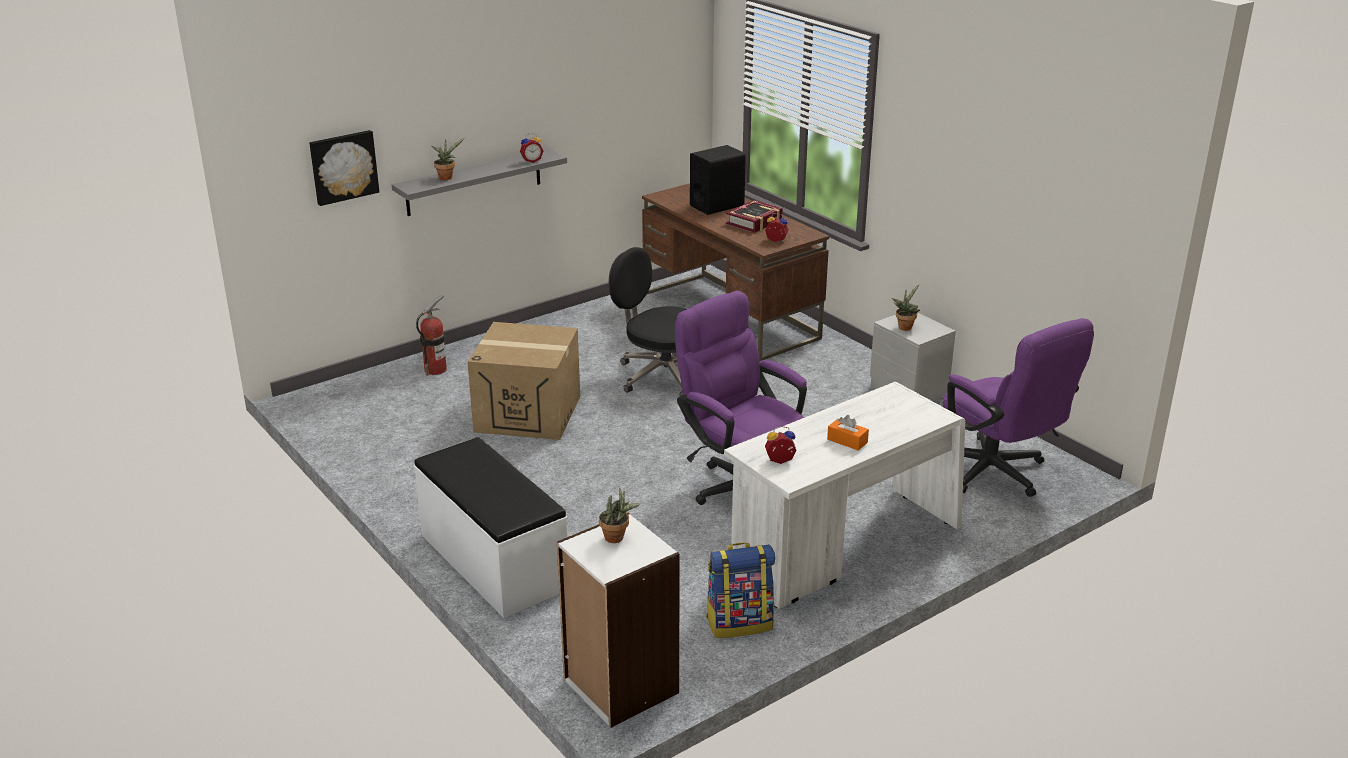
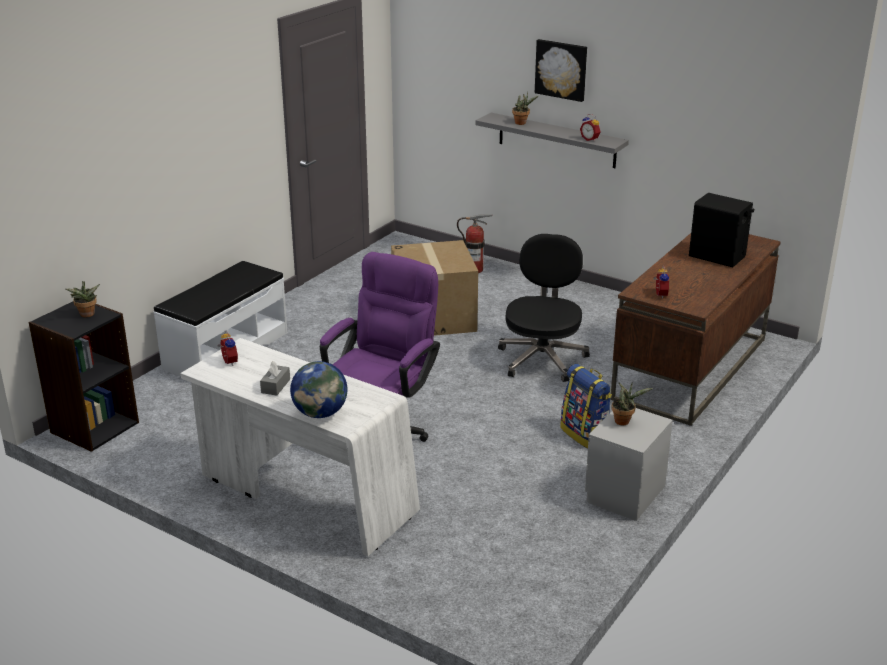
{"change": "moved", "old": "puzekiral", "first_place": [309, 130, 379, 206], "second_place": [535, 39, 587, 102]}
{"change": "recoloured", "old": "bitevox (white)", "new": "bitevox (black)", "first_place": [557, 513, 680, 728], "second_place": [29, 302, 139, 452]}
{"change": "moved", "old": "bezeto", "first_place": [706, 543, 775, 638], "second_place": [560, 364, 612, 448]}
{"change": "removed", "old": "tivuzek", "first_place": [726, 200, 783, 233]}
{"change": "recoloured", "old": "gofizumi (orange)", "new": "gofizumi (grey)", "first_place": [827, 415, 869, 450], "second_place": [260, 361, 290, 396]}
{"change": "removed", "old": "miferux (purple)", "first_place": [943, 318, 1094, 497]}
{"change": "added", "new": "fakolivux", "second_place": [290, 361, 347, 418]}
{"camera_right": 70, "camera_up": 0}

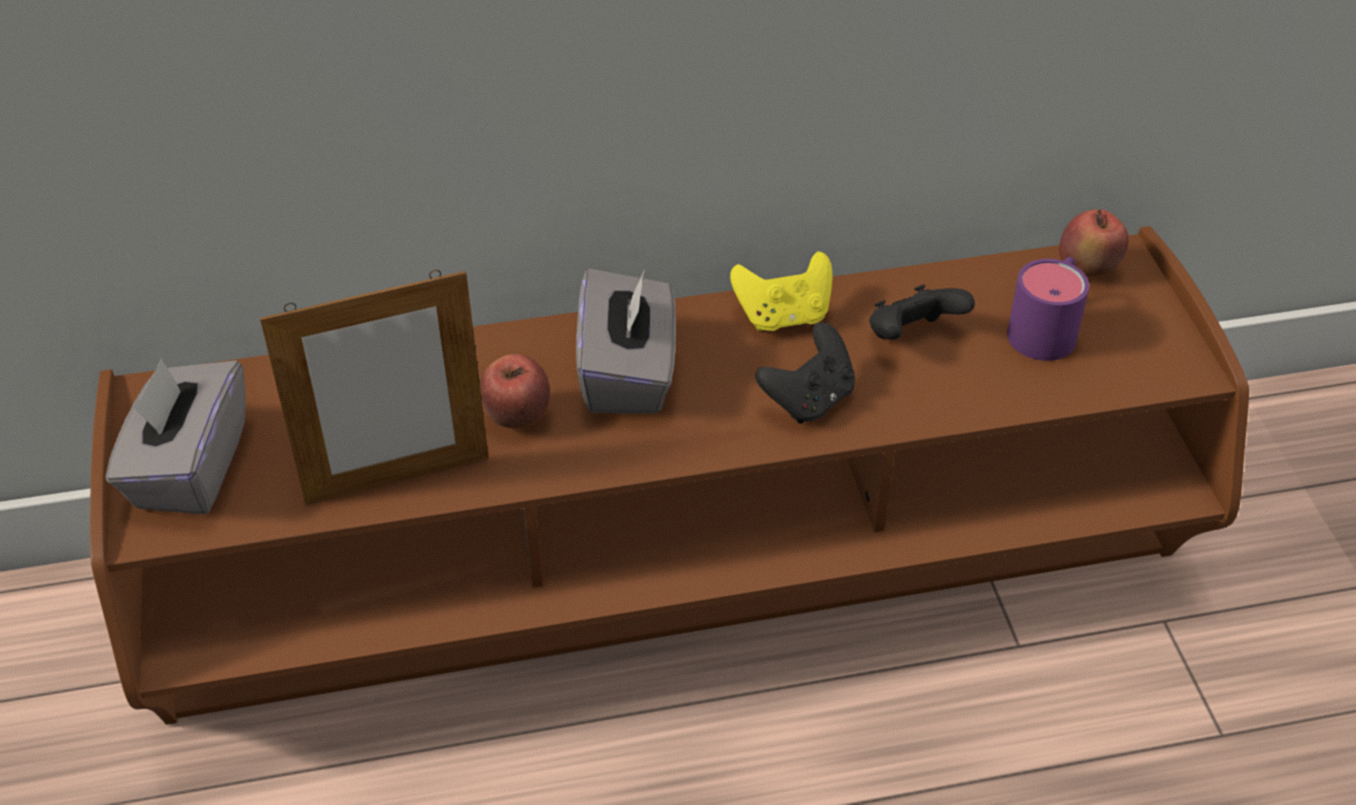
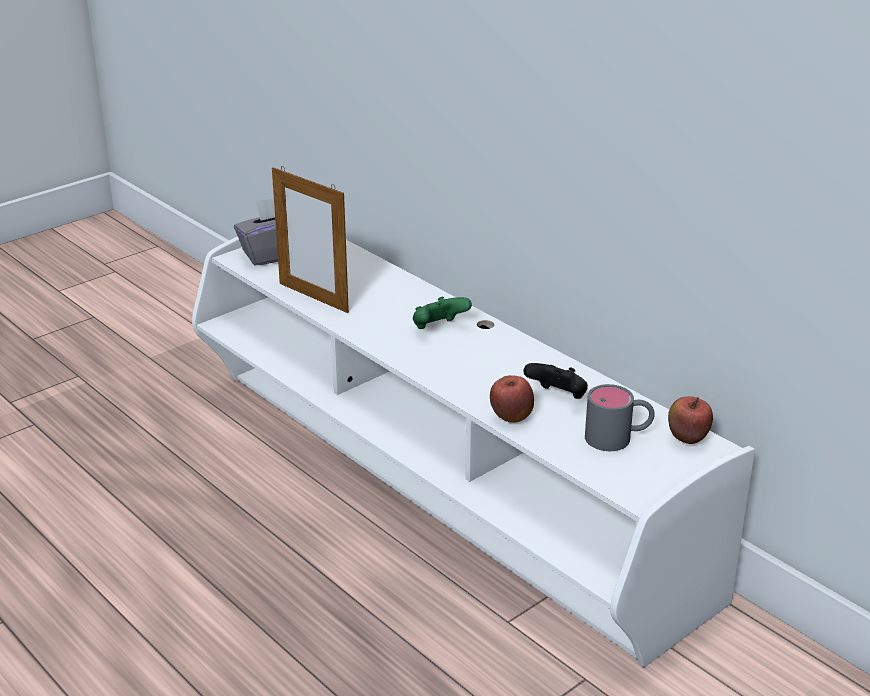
{"change": "recoloured", "old": "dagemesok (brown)", "new": "dagemesok (white)", "first_place": [90, 226, 1249, 725], "second_place": [192, 236, 755, 667]}
{"change": "moved", "old": "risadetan", "first_place": [480, 354, 550, 429], "second_place": [490, 375, 534, 423]}
{"change": "replaced", "old": "gofizumi (grey)", "new": "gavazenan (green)", "first_place": [576, 269, 676, 413], "second_place": [413, 297, 472, 329]}
{"change": "removed", "old": "gavazenan (yellow)", "first_place": [730, 251, 832, 331]}
{"change": "removed", "old": "gavazenan (black)", "first_place": [755, 322, 855, 424]}
{"change": "recoloured", "old": "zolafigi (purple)", "new": "zolafigi (grey)", "first_place": [1007, 257, 1089, 361], "second_place": [585, 384, 655, 451]}
{"camera_right": 60, "camera_up": -15}

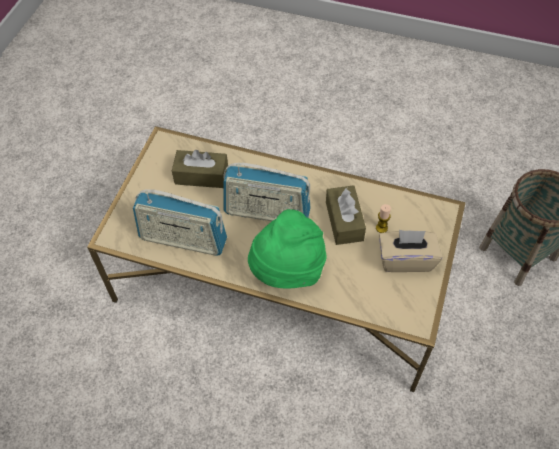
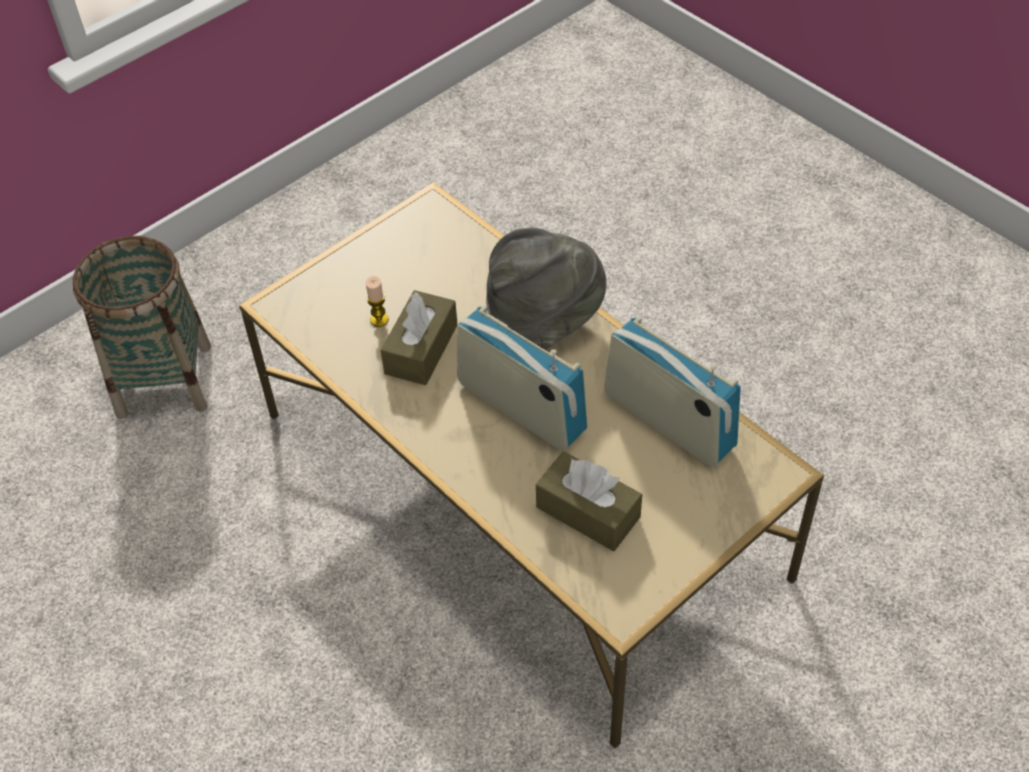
{"change": "recoloured", "old": "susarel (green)", "new": "susarel (grey)", "first_place": [248, 209, 327, 289], "second_place": [486, 228, 606, 350]}
{"change": "removed", "old": "gofizumi (beige)", "first_place": [379, 230, 442, 272]}
{"camera_right": -150, "camera_up": -5}

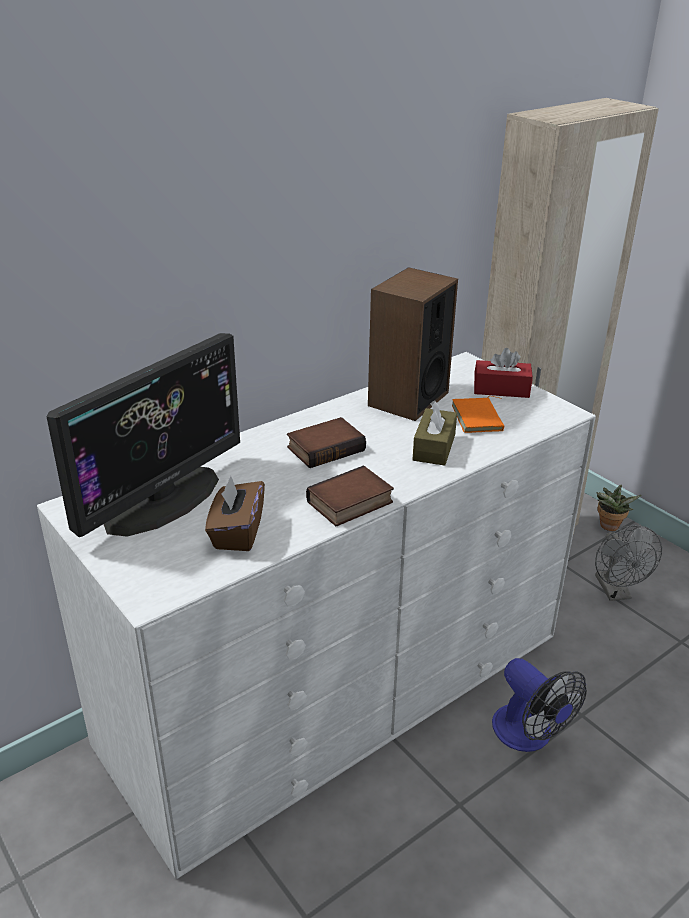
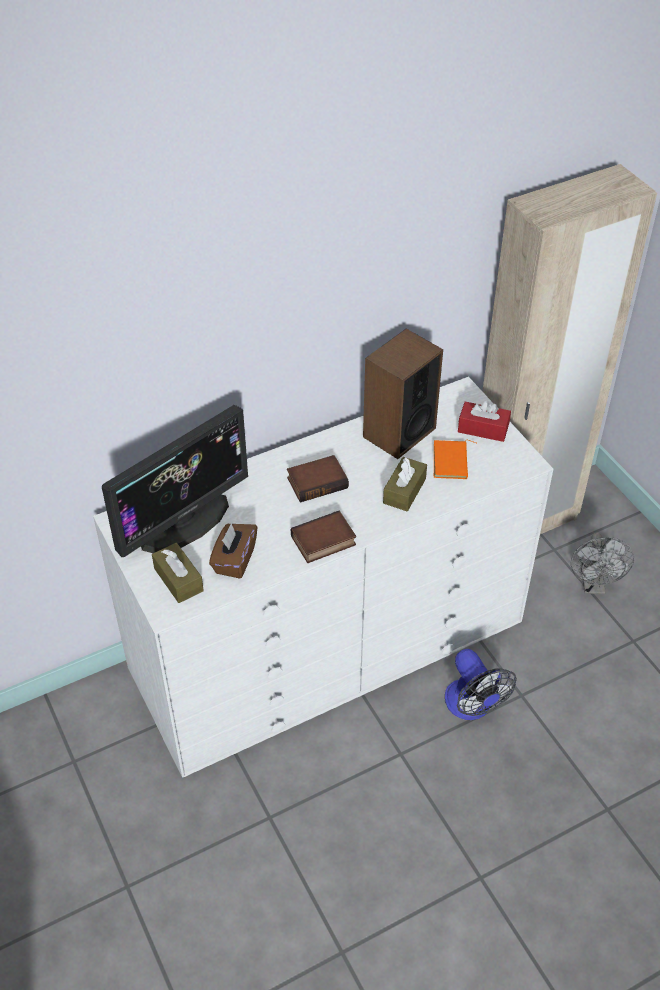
{"change": "removed", "old": "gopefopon", "first_place": [596, 485, 641, 531]}
{"change": "added", "new": "gofizumi (brown)", "second_place": [152, 543, 204, 603]}
{"camera_right": 10, "camera_up": 15}

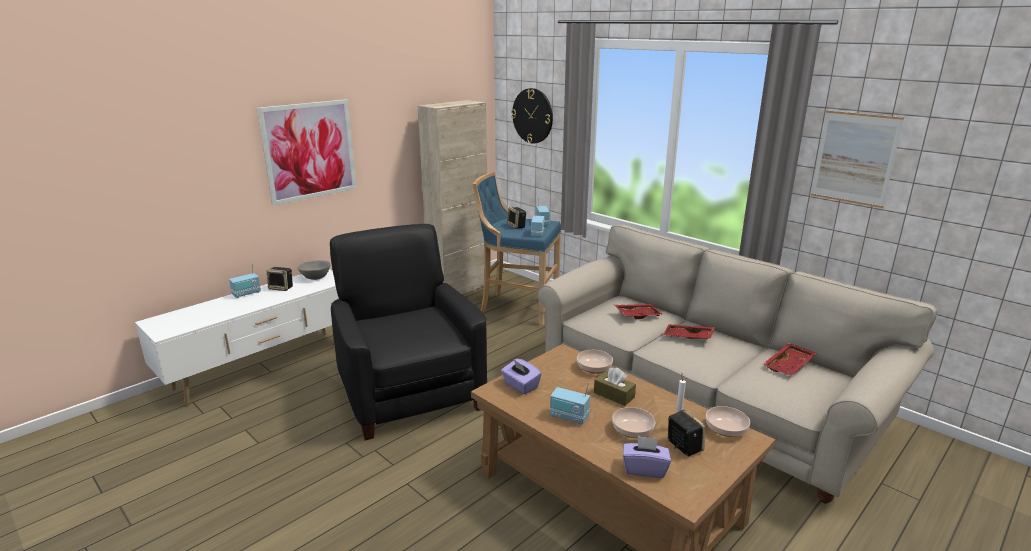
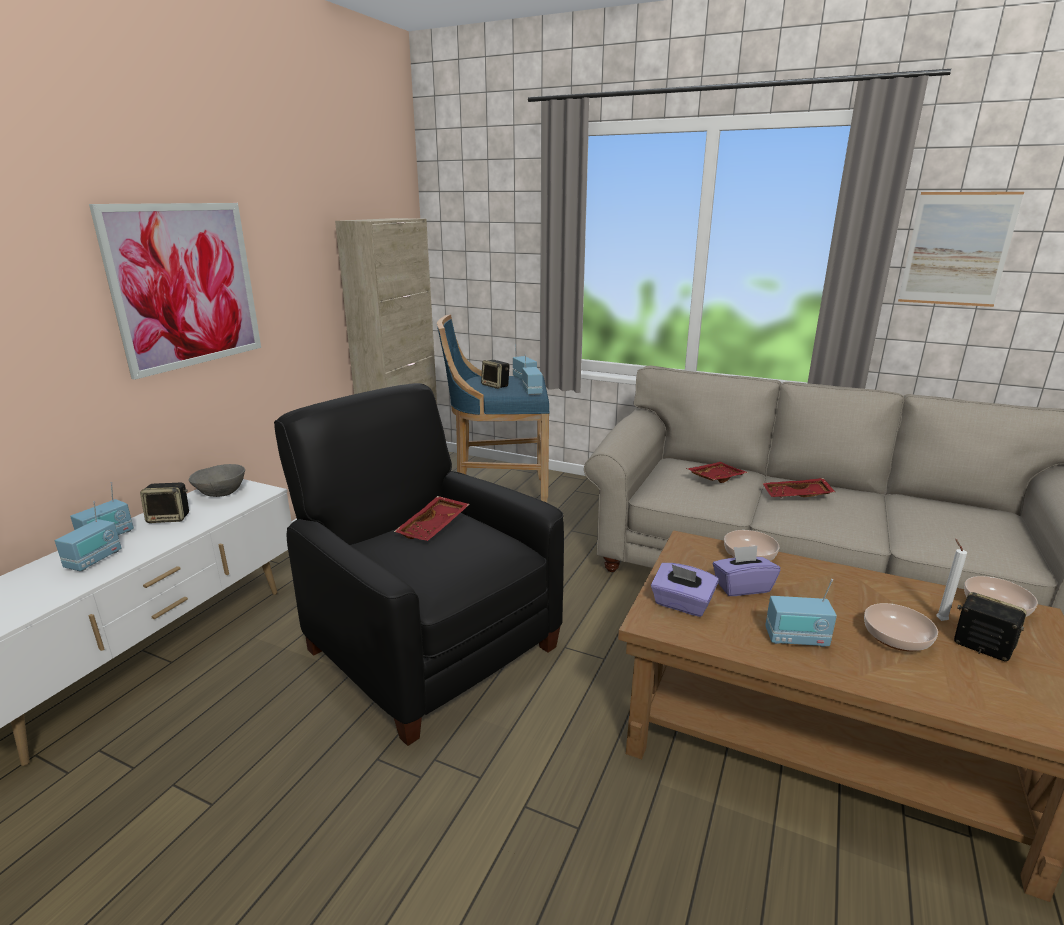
{"change": "removed", "old": "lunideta", "first_place": [511, 88, 553, 144]}
{"change": "removed", "old": "gofizumi (brown)", "first_place": [594, 367, 636, 406]}
{"change": "moved", "old": "gofizumi (purple)", "first_place": [623, 436, 671, 478], "second_place": [713, 546, 780, 596]}
{"change": "moved", "old": "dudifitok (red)", "first_place": [762, 343, 817, 375], "second_place": [394, 496, 470, 541]}
{"change": "added", "new": "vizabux", "second_place": [55, 501, 122, 571]}
{"camera_right": -20, "camera_up": 0}

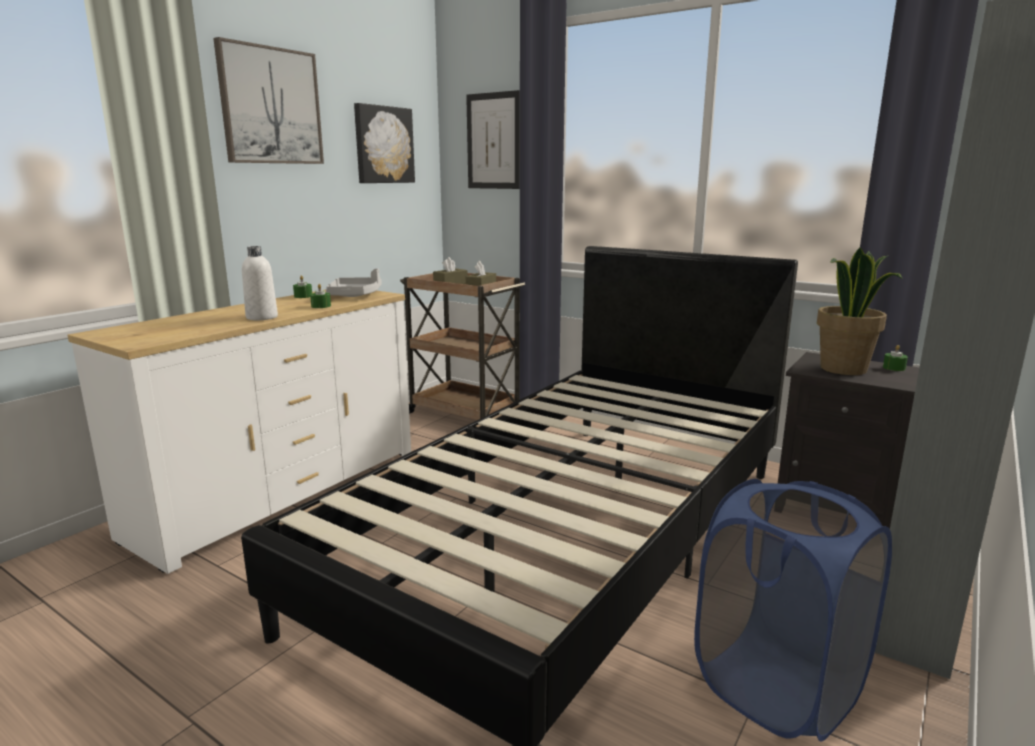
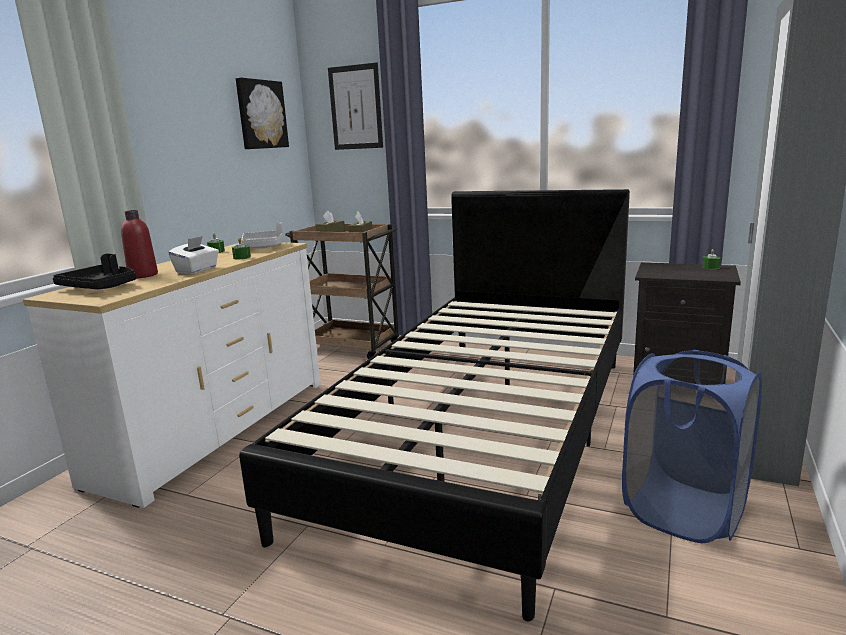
{"change": "removed", "old": "puzekiral", "first_place": [213, 37, 324, 164]}
{"change": "replaced", "old": "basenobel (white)", "new": "gofizumi (white)", "first_place": [242, 246, 278, 320], "second_place": [168, 236, 219, 274]}
{"change": "removed", "old": "gopefopon", "first_place": [817, 247, 903, 375]}
{"change": "added", "new": "dudifitok (black)", "second_place": [53, 253, 136, 289]}
{"change": "added", "new": "basenobel (red)", "second_place": [121, 210, 158, 278]}
{"camera_right": -10, "camera_up": 0}

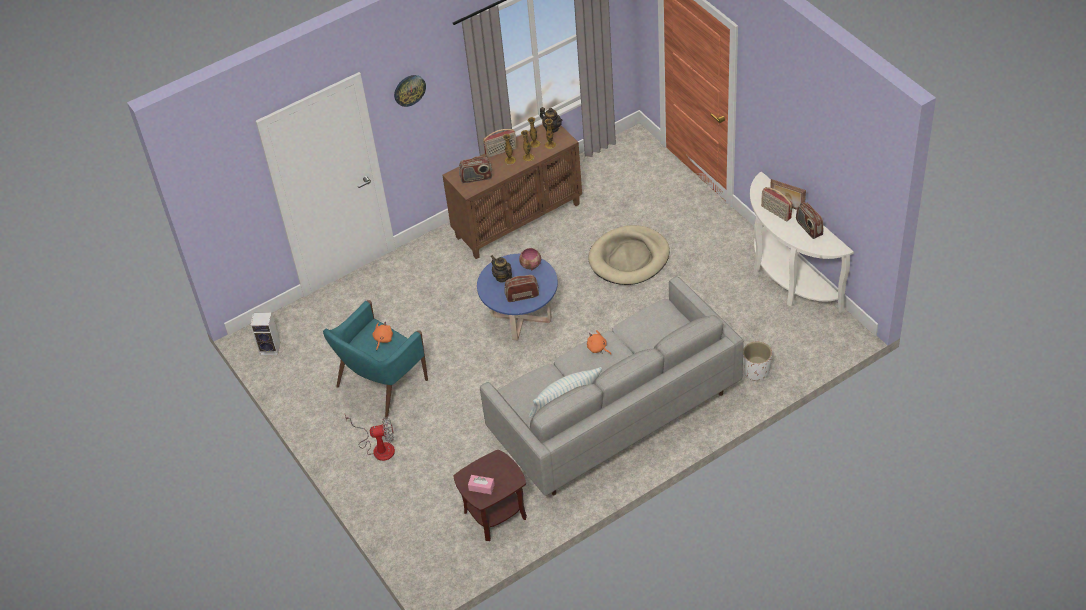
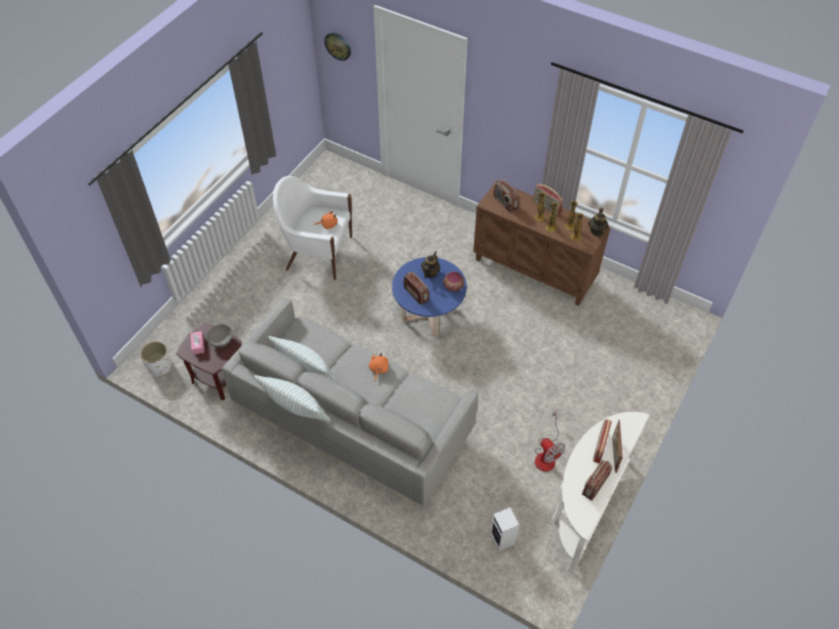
{"change": "moved", "old": "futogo", "first_place": [250, 312, 280, 355], "second_place": [490, 507, 519, 552]}
{"change": "recoloured", "old": "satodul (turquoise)", "new": "satodul (white)", "first_place": [323, 300, 428, 419], "second_place": [273, 176, 352, 280]}
{"change": "moved", "old": "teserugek", "first_place": [345, 415, 395, 461], "second_place": [535, 410, 565, 472]}
{"change": "moved", "old": "lunideta", "first_place": [394, 75, 426, 107], "second_place": [324, 32, 351, 61]}
{"change": "removed", "old": "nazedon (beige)", "first_place": [588, 225, 670, 285]}
{"change": "moved", "old": "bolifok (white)", "first_place": [743, 342, 772, 381], "second_place": [140, 341, 172, 376]}
{"change": "added", "new": "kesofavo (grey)", "second_place": [207, 324, 232, 347]}
{"change": "added", "new": "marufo", "second_place": [254, 375, 331, 423]}
{"camera_right": 60, "camera_up": 5}

